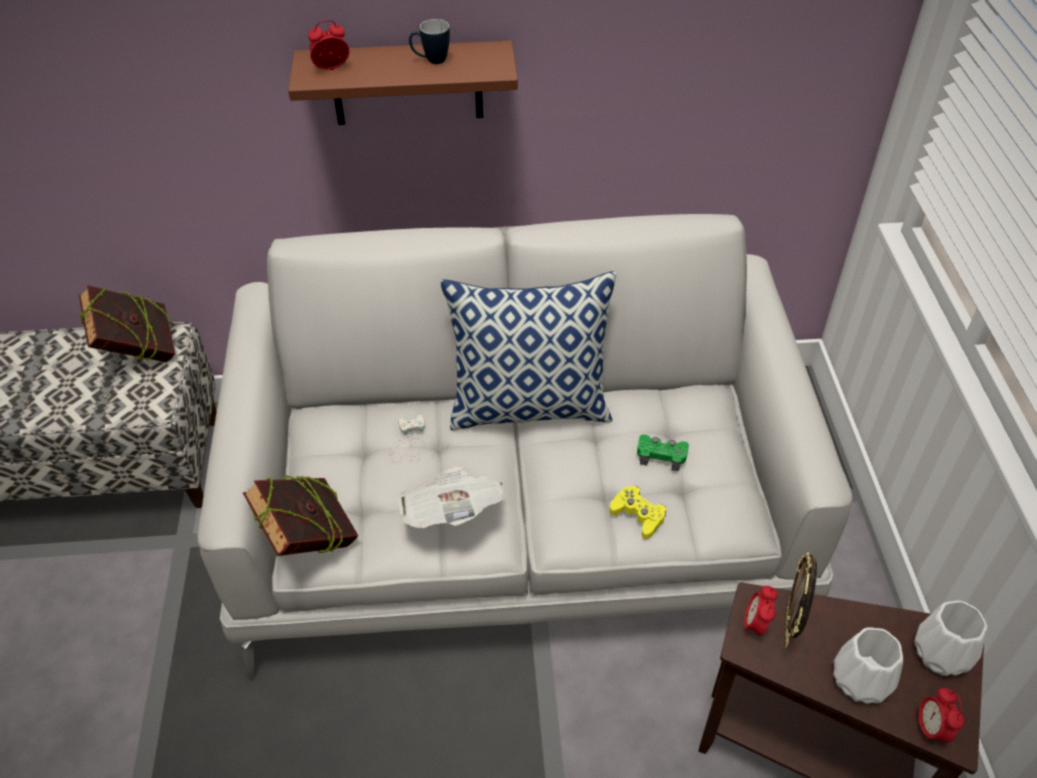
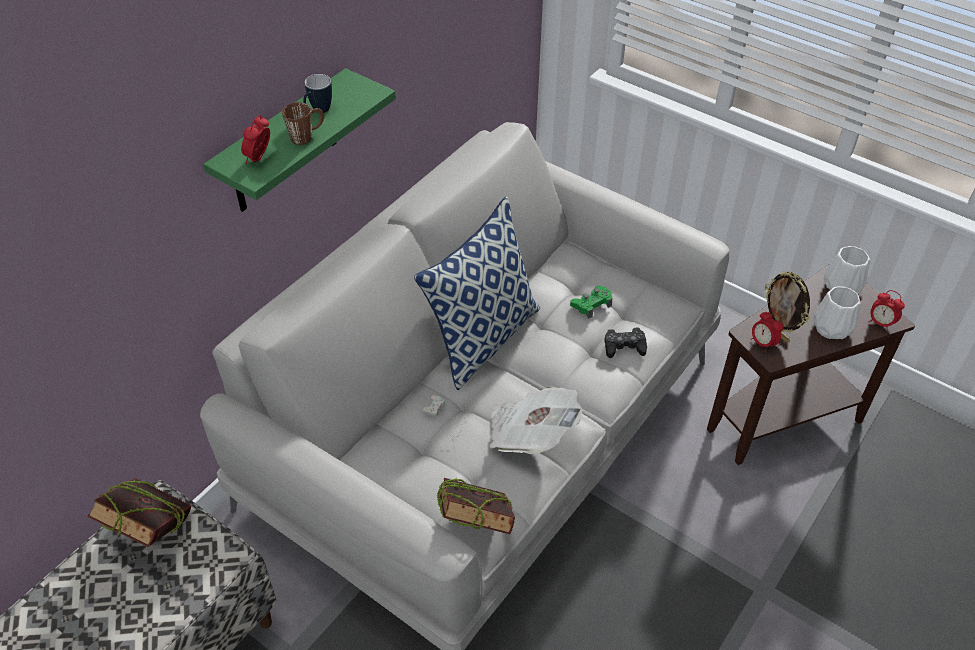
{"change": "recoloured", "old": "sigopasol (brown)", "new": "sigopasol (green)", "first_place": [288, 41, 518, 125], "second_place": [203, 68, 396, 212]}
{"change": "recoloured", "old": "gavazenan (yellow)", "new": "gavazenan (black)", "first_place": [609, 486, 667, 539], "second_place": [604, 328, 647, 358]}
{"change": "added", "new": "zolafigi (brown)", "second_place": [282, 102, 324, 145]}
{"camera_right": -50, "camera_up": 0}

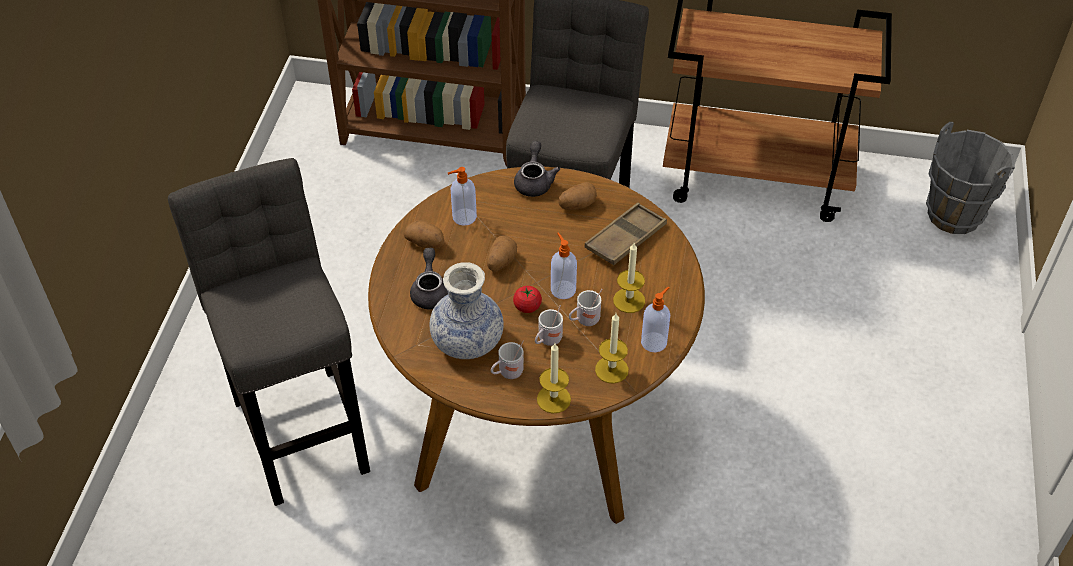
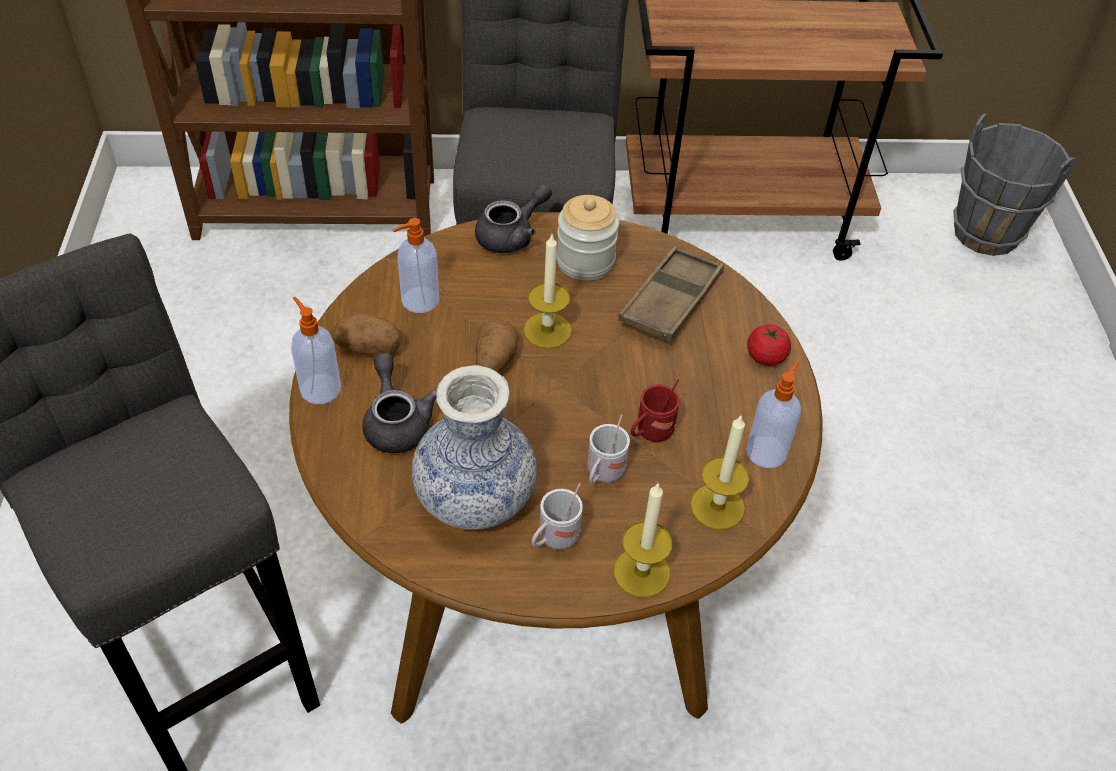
{"change": "moved", "old": "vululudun", "first_place": [513, 286, 542, 313], "second_place": [747, 324, 791, 366]}
{"change": "turned", "old": "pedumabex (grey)", "first_place": [514, 141, 560, 197], "second_place": [475, 183, 552, 253], "degrees": 60}
{"change": "moved", "old": "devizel", "first_place": [551, 232, 577, 299], "second_place": [291, 297, 341, 404]}
{"change": "replaced", "old": "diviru", "new": "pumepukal", "first_place": [559, 182, 597, 210], "second_place": [556, 195, 619, 281]}
{"change": "recoloured", "old": "zolafigi (white)", "new": "zolafigi (red)", "first_place": [569, 289, 602, 326], "second_place": [631, 379, 680, 442]}
{"change": "moved", "old": "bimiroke", "first_place": [613, 243, 645, 313], "second_place": [523, 235, 572, 349]}
{"camera_right": -15, "camera_up": 0}

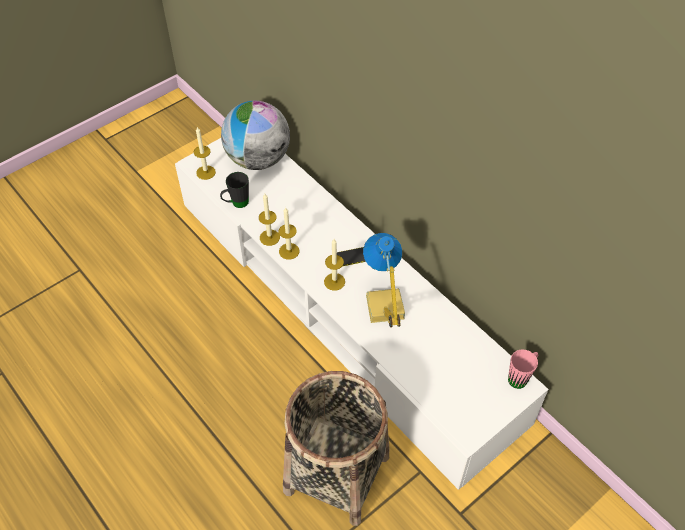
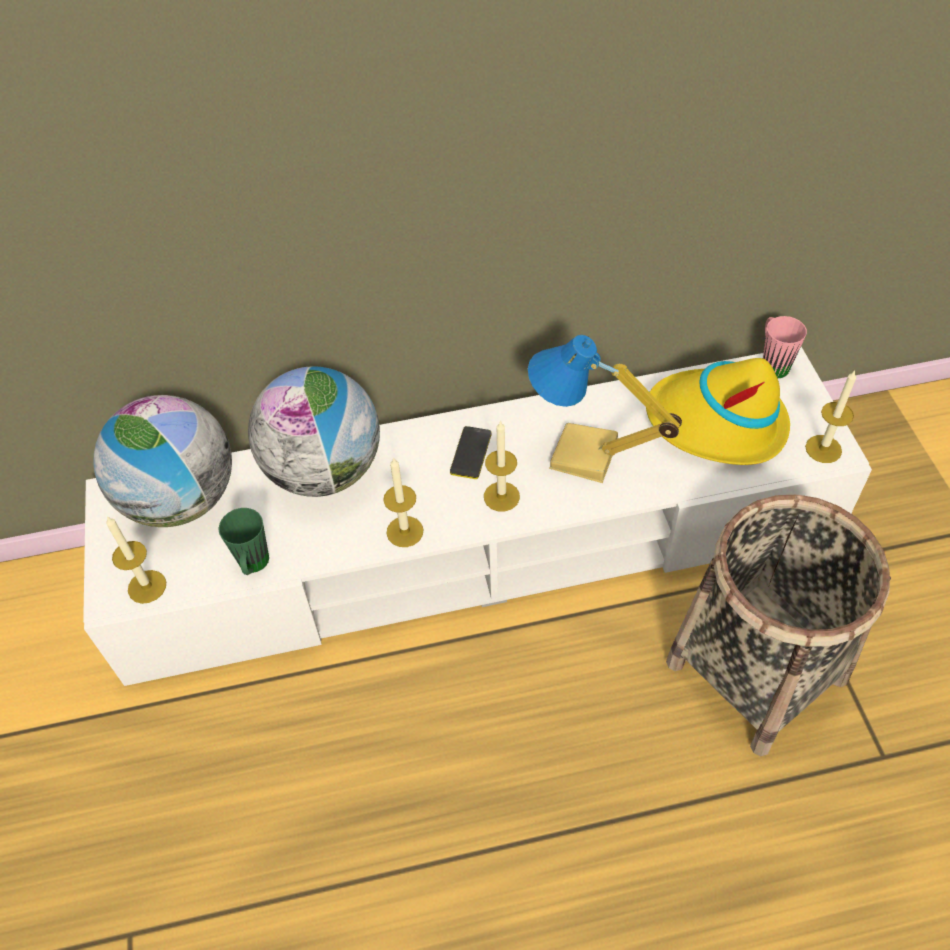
{"change": "recoloured", "old": "zolafigi (black)", "new": "zolafigi (green)", "first_place": [220, 172, 249, 208], "second_place": [218, 508, 269, 575]}
{"change": "moved", "old": "bimiroke", "first_place": [259, 194, 280, 246], "second_place": [805, 371, 856, 463]}
{"change": "added", "new": "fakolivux", "second_place": [248, 366, 380, 497]}
{"change": "added", "new": "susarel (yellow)", "second_place": [646, 358, 790, 465]}
{"camera_right": -60, "camera_up": 0}

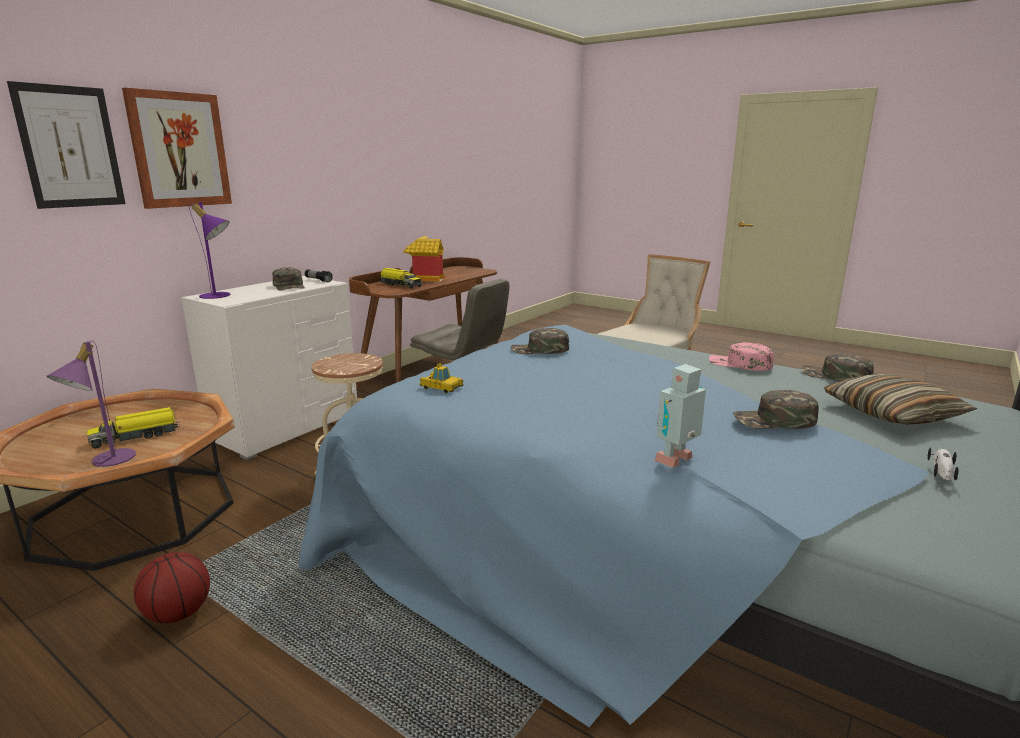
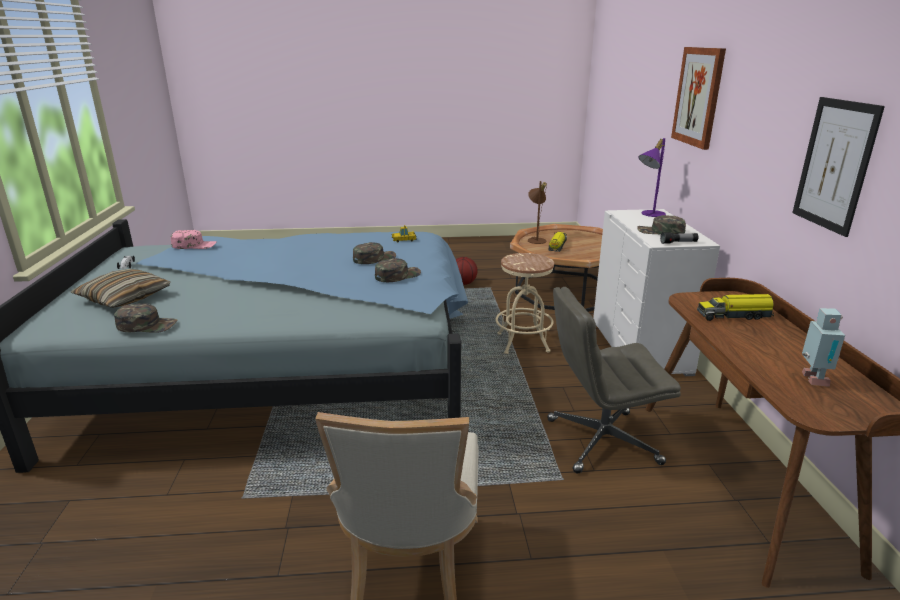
{"change": "moved", "old": "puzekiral", "first_place": [7, 81, 125, 209], "second_place": [792, 97, 885, 237]}
{"change": "recoloured", "old": "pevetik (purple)", "new": "pevetik (brown)", "first_place": [47, 341, 136, 467], "second_place": [528, 181, 547, 244]}
{"change": "removed", "old": "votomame", "first_place": [403, 236, 444, 282]}
{"change": "moved", "old": "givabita", "first_place": [655, 364, 706, 468], "second_place": [802, 308, 845, 387]}
{"change": "moved", "old": "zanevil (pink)", "first_place": [709, 342, 774, 371], "second_place": [171, 230, 217, 249]}
{"change": "moved", "old": "zanevil (green)", "first_place": [733, 390, 819, 429], "second_place": [353, 242, 396, 264]}
{"camera_right": 140, "camera_up": 5}

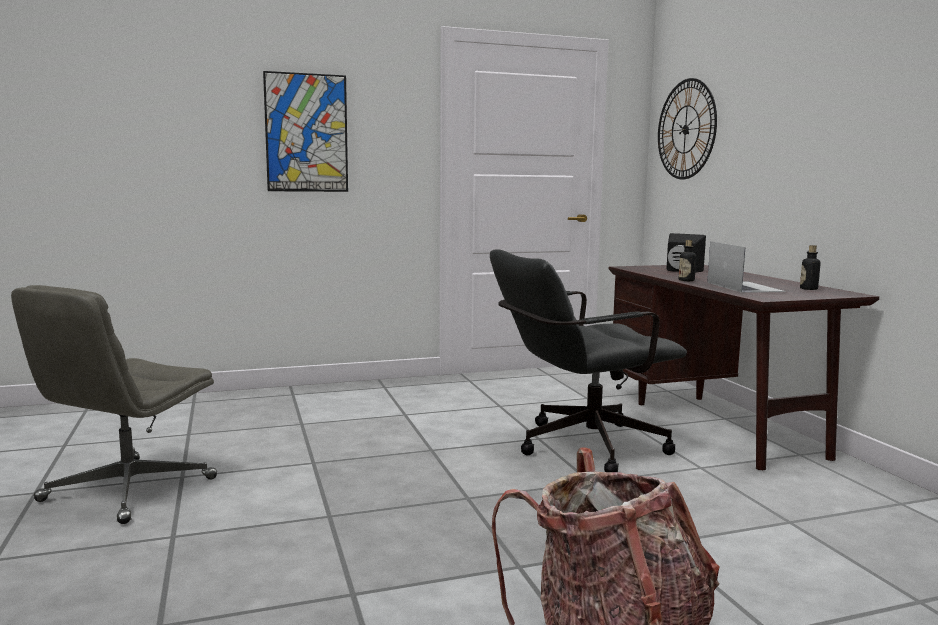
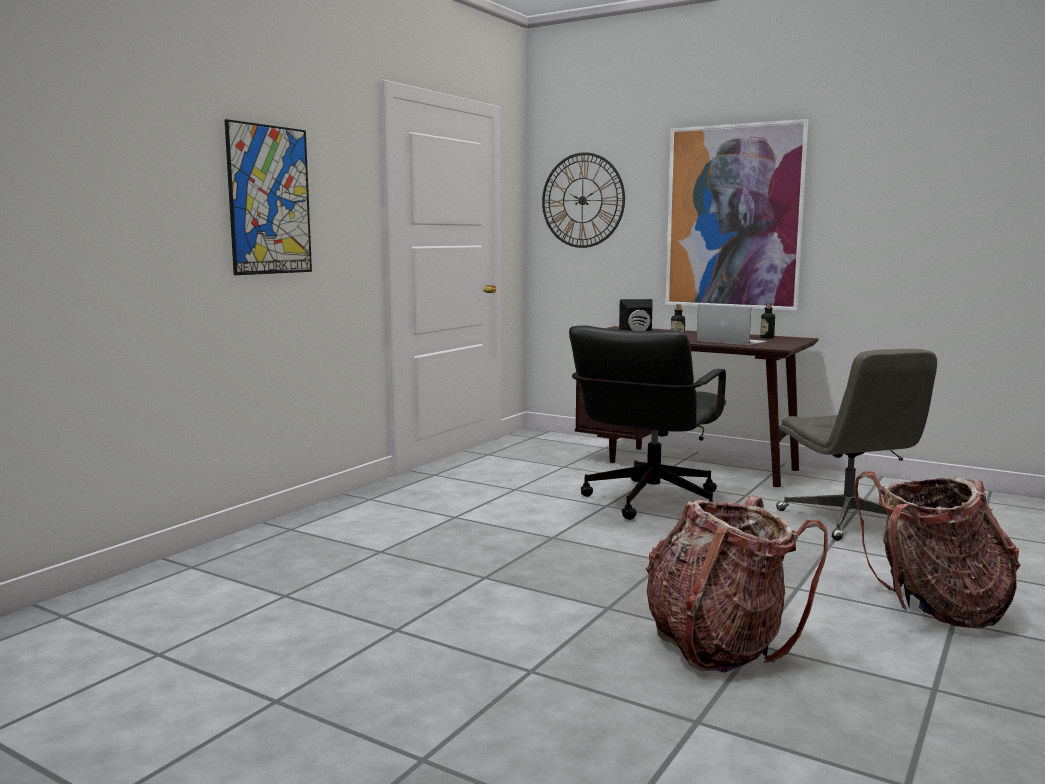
{"change": "moved", "old": "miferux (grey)", "first_place": [11, 285, 217, 524], "second_place": [776, 349, 937, 541]}
{"change": "added", "new": "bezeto", "second_place": [646, 495, 828, 673]}
{"change": "added", "new": "puzekiral", "second_place": [665, 119, 808, 311]}
{"camera_right": -40, "camera_up": 0}

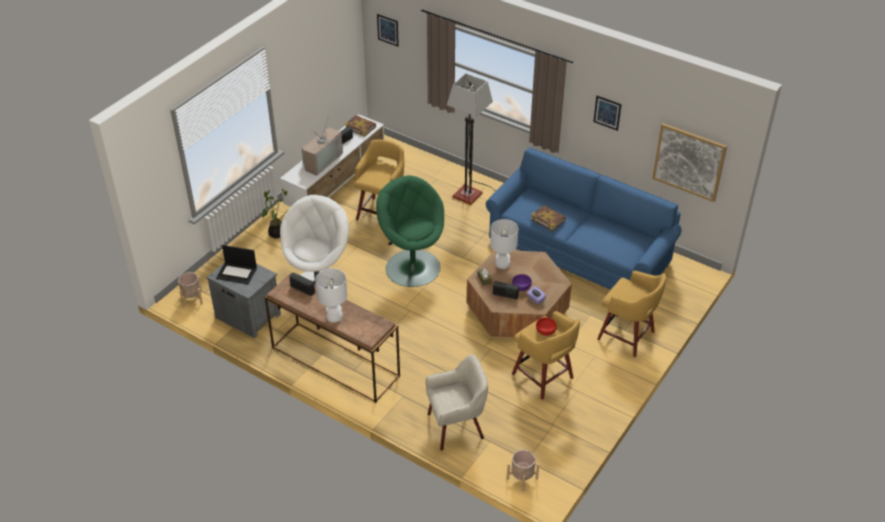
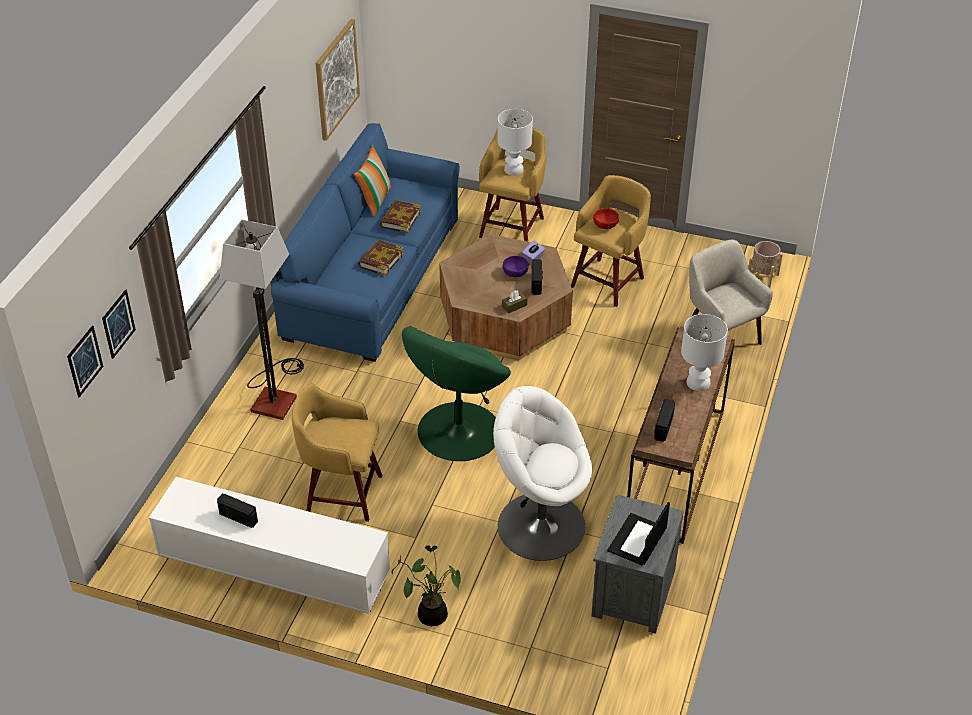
{"change": "removed", "old": "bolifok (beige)", "first_place": [178, 272, 203, 307]}
{"change": "turned", "old": "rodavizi", "first_place": [216, 245, 257, 284], "second_place": [607, 502, 670, 565], "degrees": -150}
{"change": "removed", "old": "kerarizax", "first_place": [302, 116, 343, 176]}
{"change": "moved", "old": "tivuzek", "first_place": [344, 115, 376, 137], "second_place": [380, 200, 421, 233]}
{"change": "moved", "old": "pevetik (white)", "first_place": [490, 219, 518, 269], "second_place": [497, 109, 533, 176]}
{"change": "moved", "old": "puzekiral", "first_place": [593, 96, 621, 131], "second_place": [102, 289, 136, 359]}
{"change": "added", "new": "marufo", "second_place": [354, 145, 392, 217]}
{"camera_right": -105, "camera_up": 0}

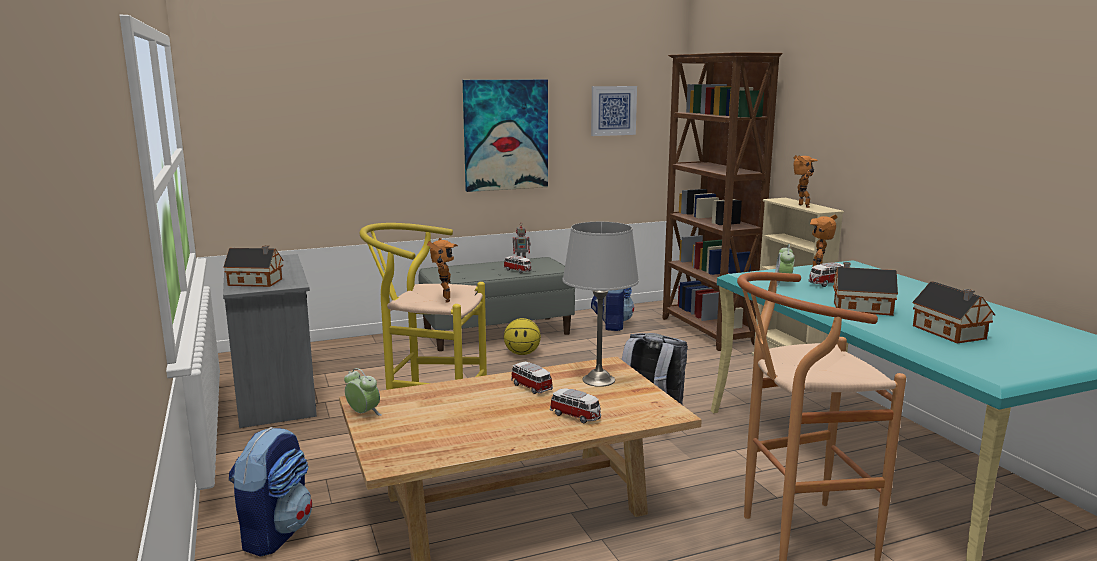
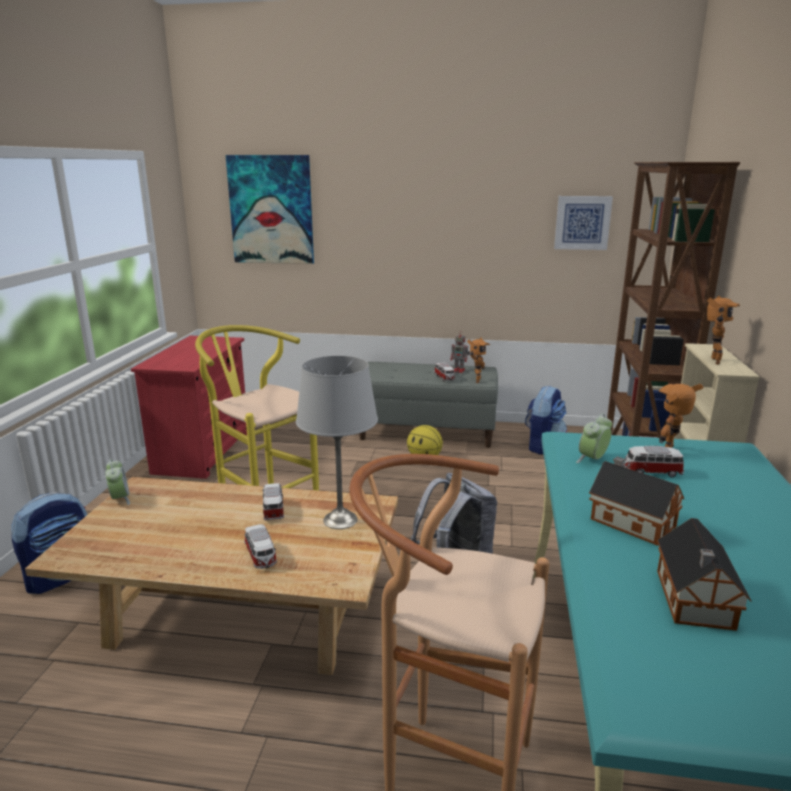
{"change": "removed", "old": "votomame", "first_place": [223, 245, 283, 287]}
{"change": "recoloured", "old": "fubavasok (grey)", "new": "fubavasok (red)", "first_place": [223, 254, 317, 428], "second_place": [131, 336, 247, 479]}
{"change": "moved", "old": "givabita", "first_place": [427, 238, 458, 303], "second_place": [467, 337, 490, 383]}
{"change": "moved", "old": "puzekiral", "first_place": [463, 80, 548, 192], "second_place": [226, 155, 314, 264]}
{"camera_right": 30, "camera_up": 5}

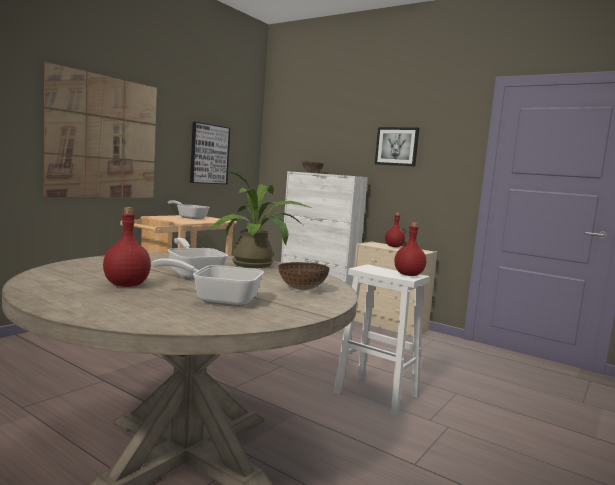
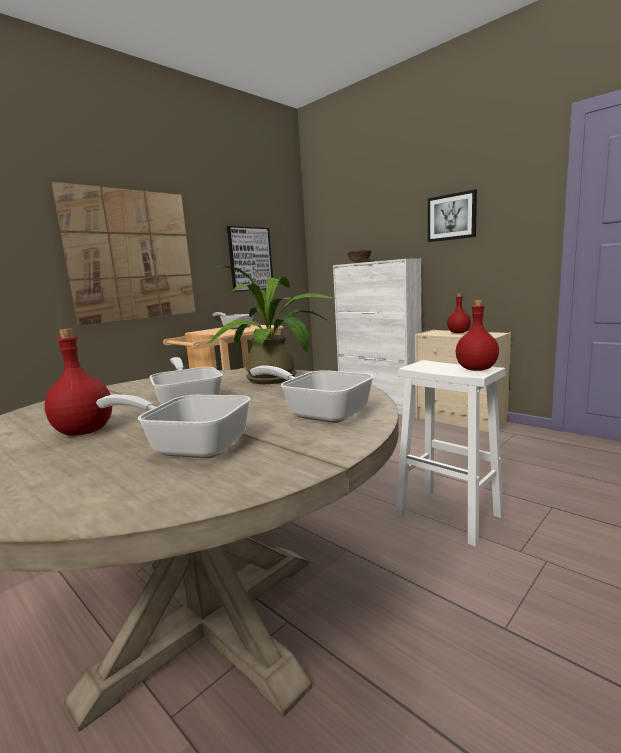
{"change": "replaced", "old": "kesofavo", "new": "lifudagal", "first_place": [278, 262, 330, 290], "second_place": [250, 365, 374, 423]}
{"camera_right": 10, "camera_up": 5}

